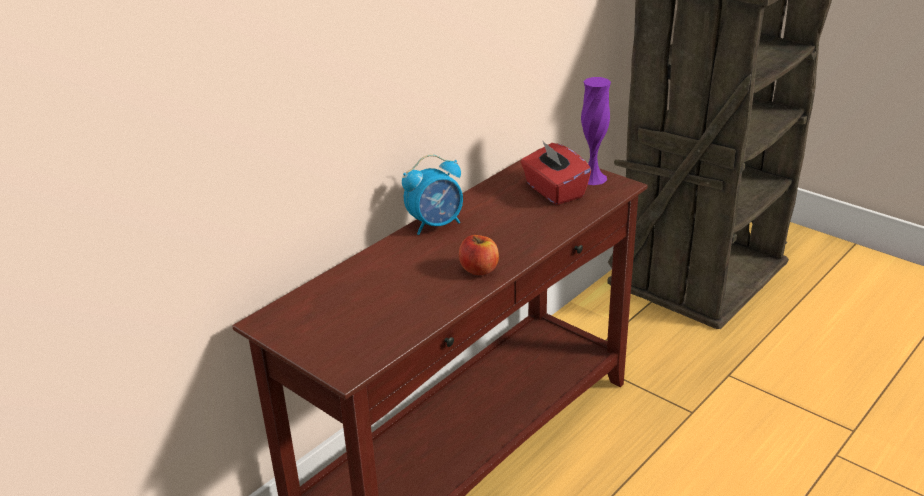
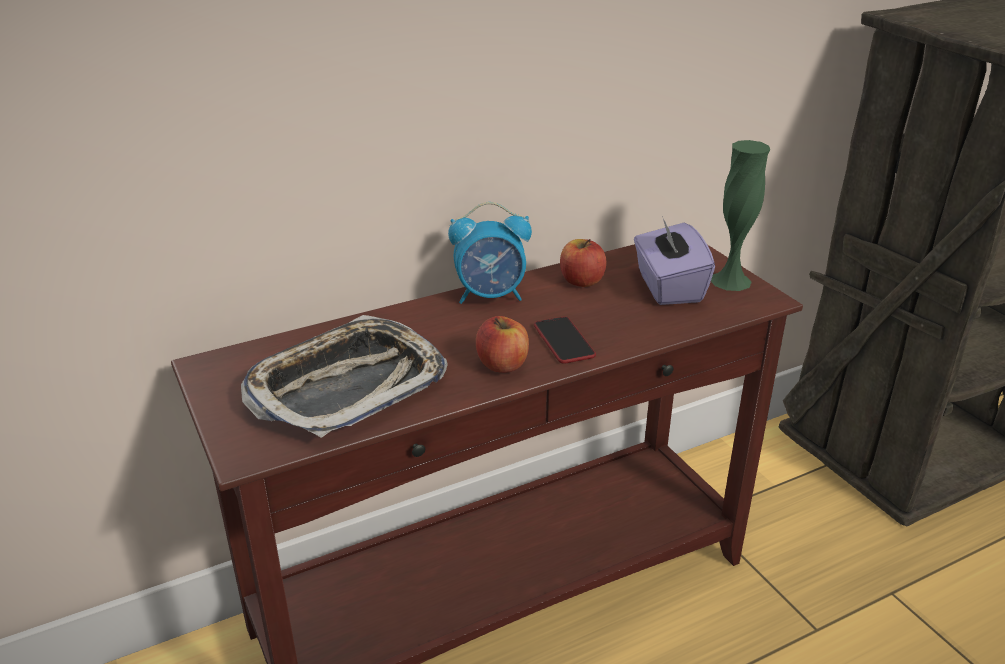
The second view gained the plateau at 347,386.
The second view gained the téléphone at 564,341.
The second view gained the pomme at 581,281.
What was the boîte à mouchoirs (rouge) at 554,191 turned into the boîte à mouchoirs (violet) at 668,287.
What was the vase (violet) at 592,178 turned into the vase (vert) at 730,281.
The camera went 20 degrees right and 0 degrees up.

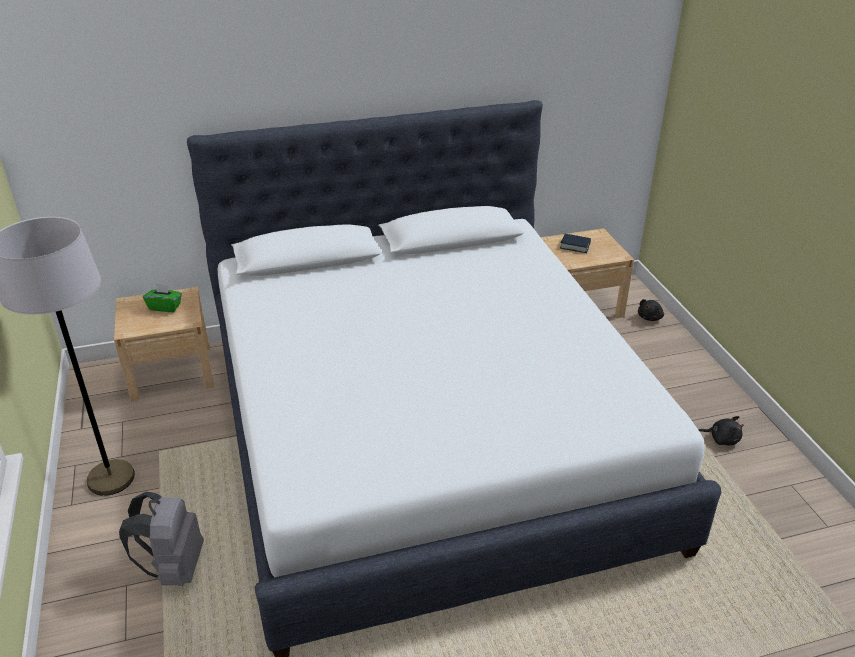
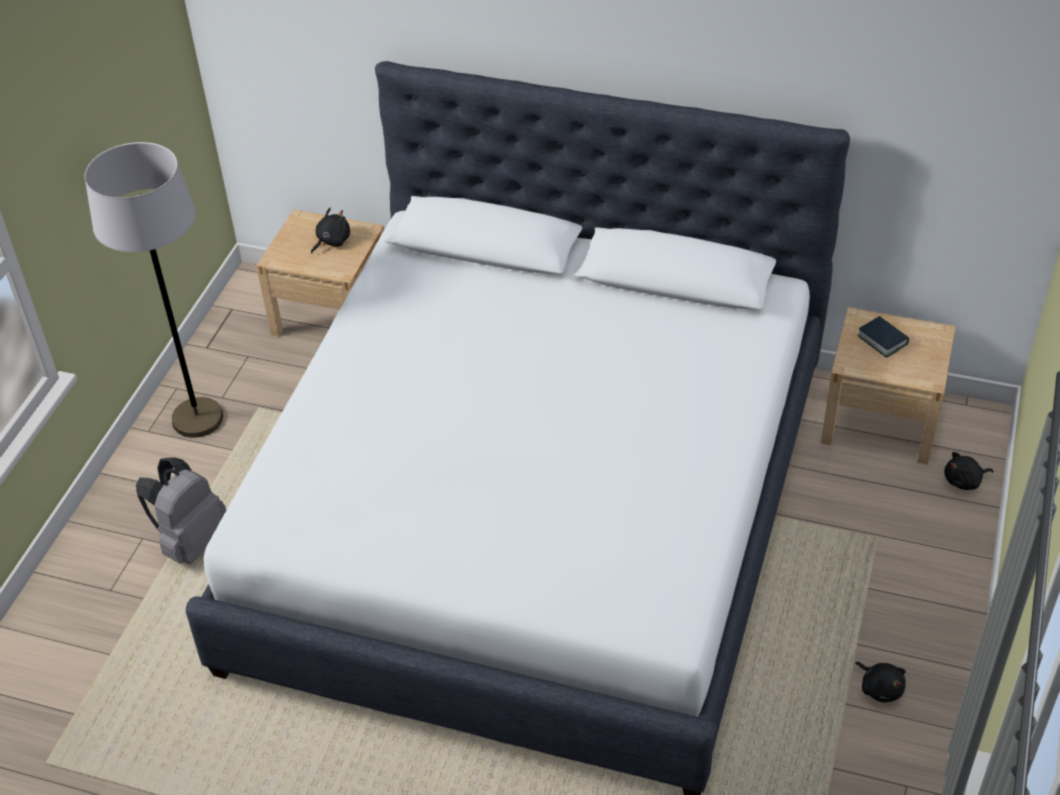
Where the boîte à mouchoirs (vert) stood at 165,307, the peluche (noir) came to stand at 332,241.
The camera went 35 degrees right and 10 degrees up.

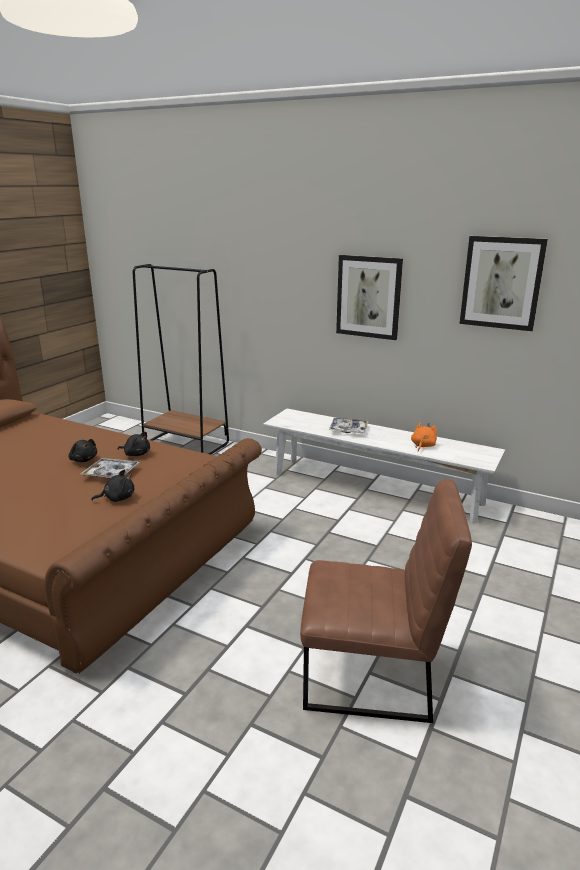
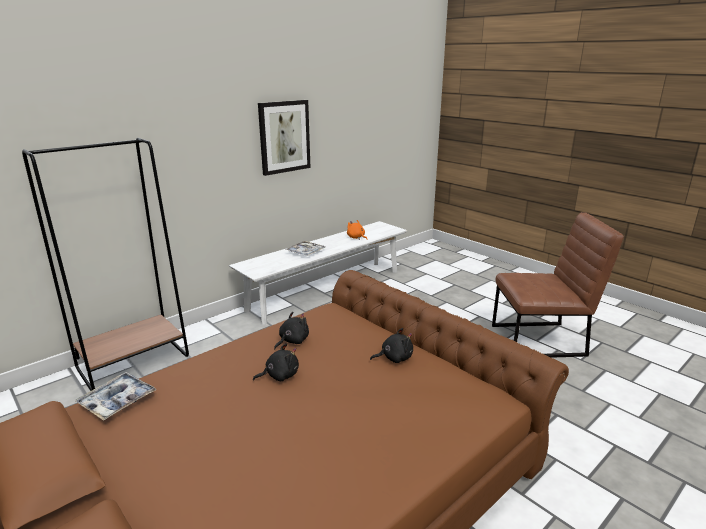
The plateau ended up elsewhere, having gone from 111,474 to 117,401.
The peluche (noir) at 117,498 ended up facing another way, 75 degrees clockwise from before.
The chaise (marron) at 372,677 ended up facing another way, 60 degrees clockwise from before.
The second view lost the tableau at 501,283.
The camera went 70 degrees left and 0 degrees up.

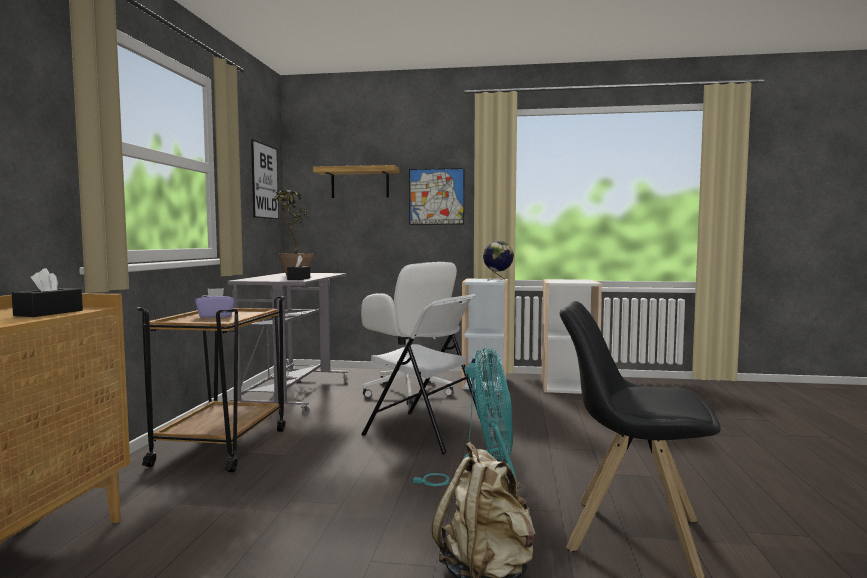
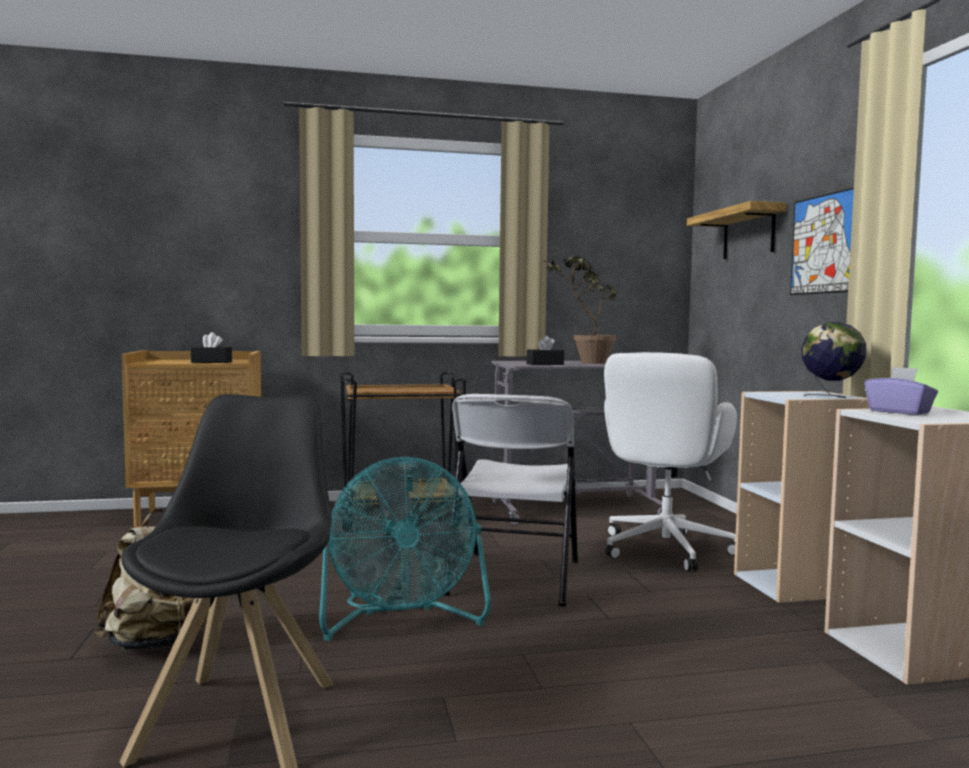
The boîte à mouchoirs (violet) ended up elsewhere, having gone from 216,316 to 899,412.
The second view lost the tableau at 265,181.
The camera went 70 degrees right and 0 degrees up.

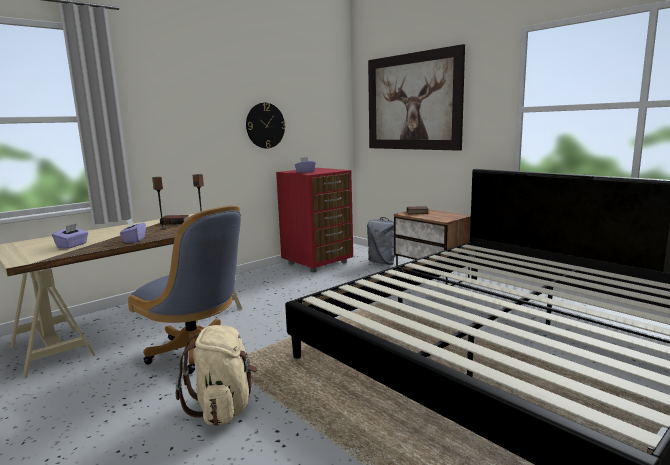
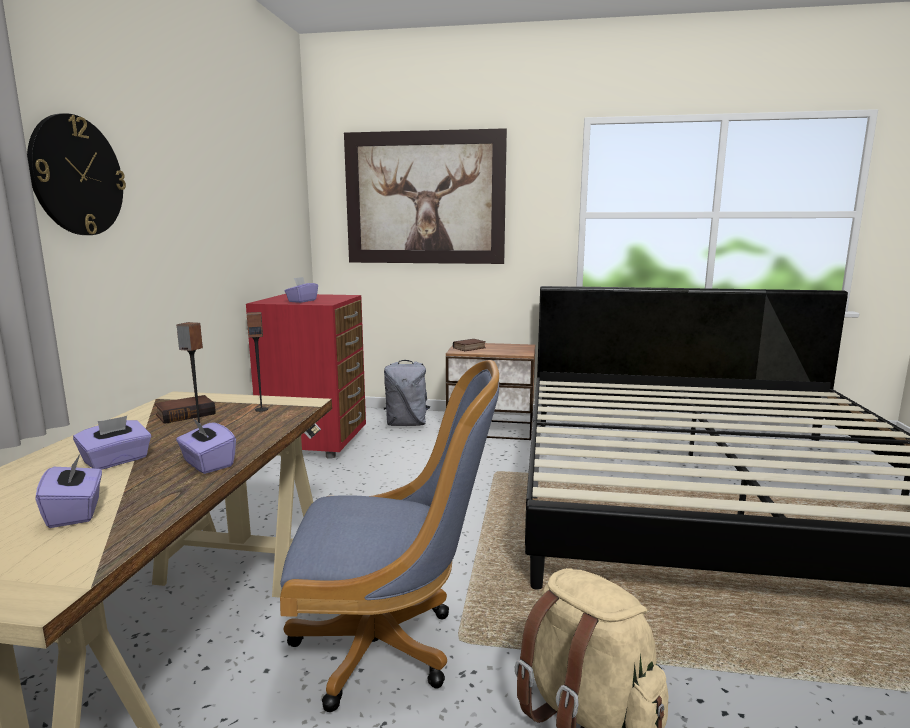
The horloge murale ended up elsewhere, having gone from 265,125 to 77,176.
The second view gained the boîte à mouchoirs (violet) at 116,461.
The camera went 40 degrees left and 0 degrees up.

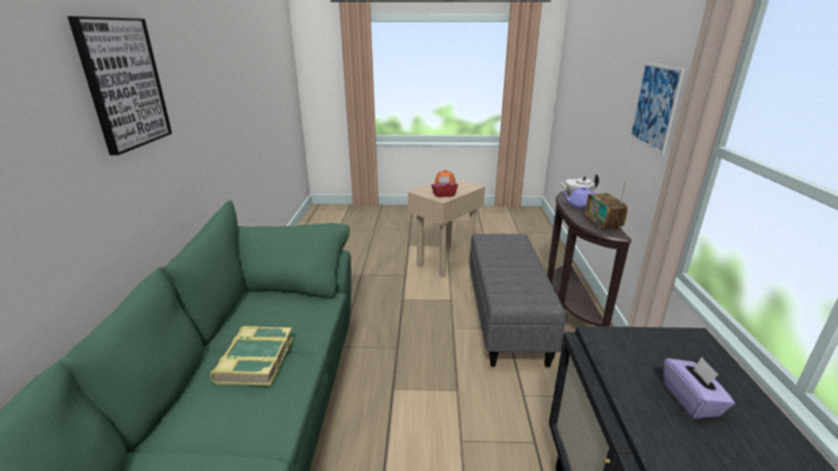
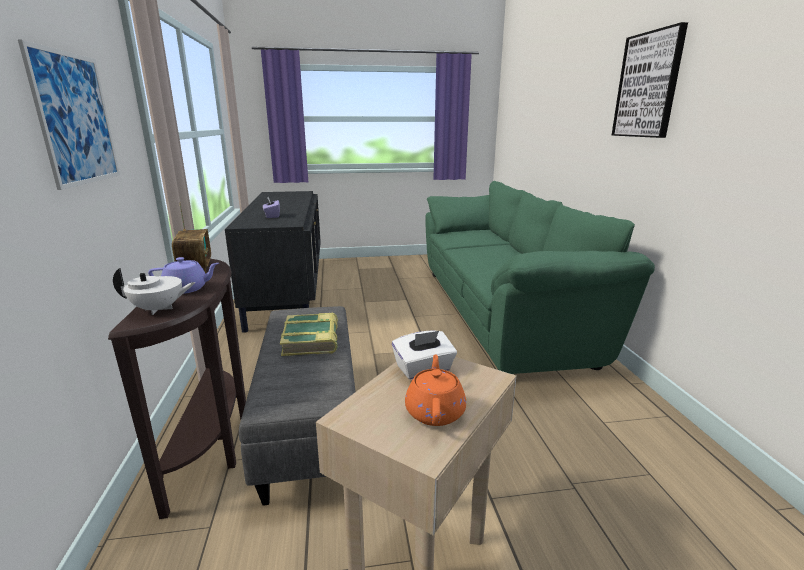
The livre ended up elsewhere, having gone from 255,360 to 311,340.
What was the boîte à mouchoirs (rouge) at 444,195 turned into the boîte à mouchoirs (blanc) at 424,369.
The camera went 170 degrees right and 5 degrees down.

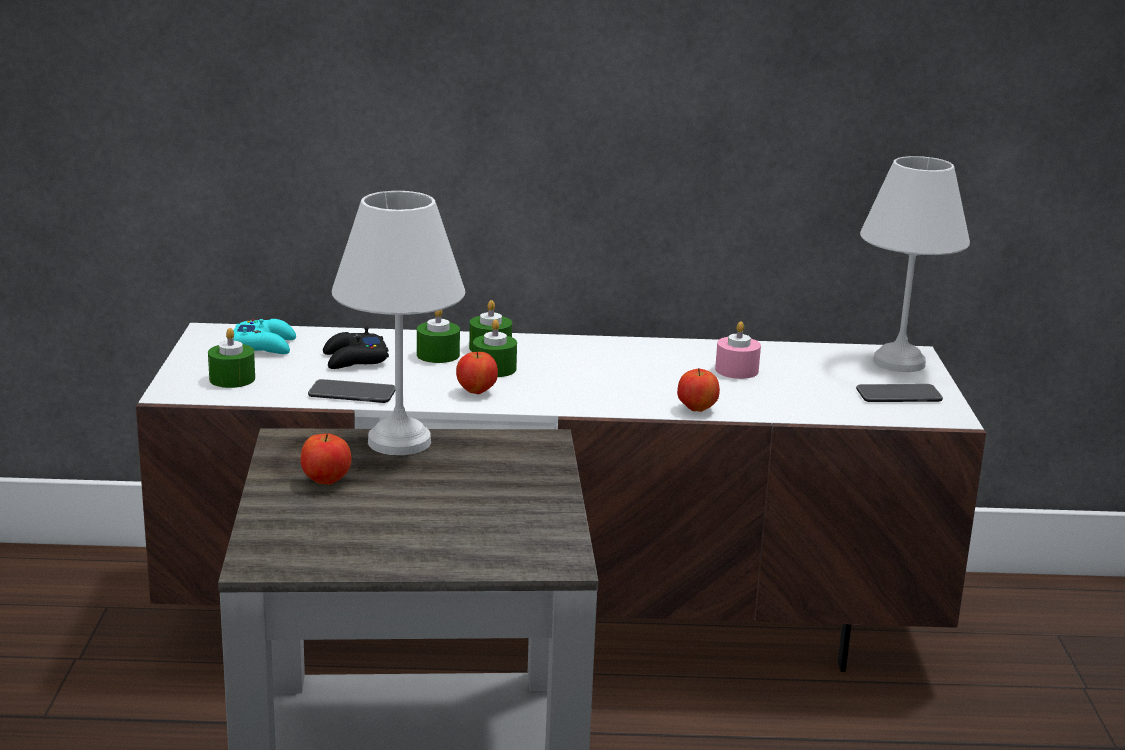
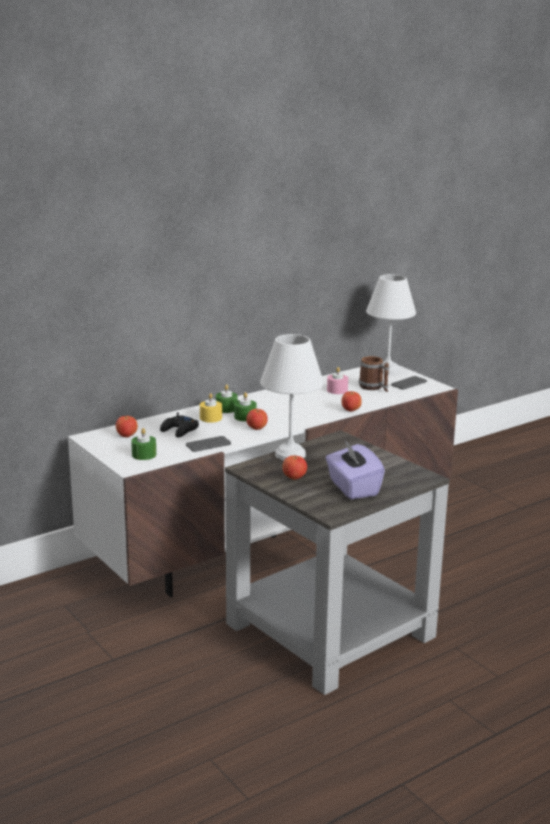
Where the manette (turquoise) stood at 264,345, the pomme came to stand at 127,436.
What was the bougie (vert) at 438,355 turned into the bougie (jaune) at 211,418.
The second view gained the boîte à mouchoirs (violet) at 353,488.
The second view gained the mug at 374,388.
The camera went 35 degrees left and 0 degrees up.

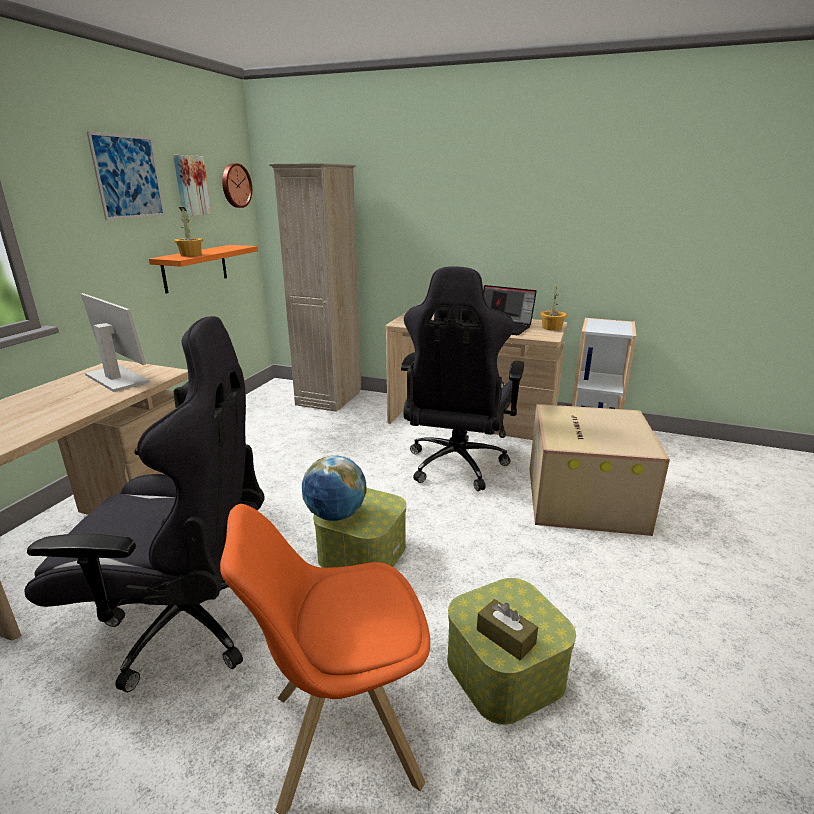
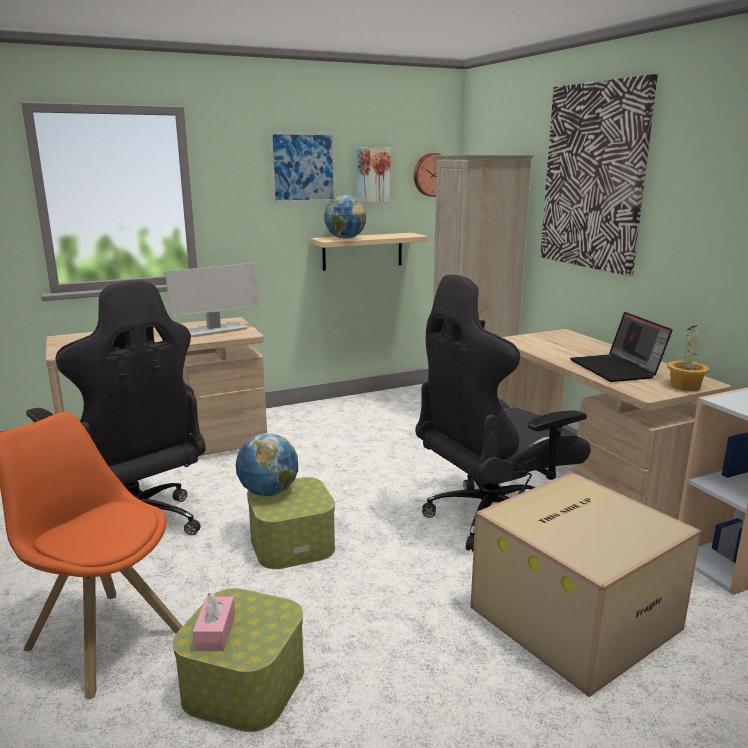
The écran d'ordinateur at 117,379 ended up facing another way, 60 degrees clockwise from before.
What was the boîte à mouchoirs (marron) at 505,637 turned into the boîte à mouchoirs (rose) at 215,632.
What was the étagère (orange) at 195,268 turned into the étagère (beige) at 362,251.
Where the plante en pot stood at 190,255, the globe came to stand at 345,238.
The second view gained the tableau at 594,177.
The camera went 45 degrees right and 5 degrees down.

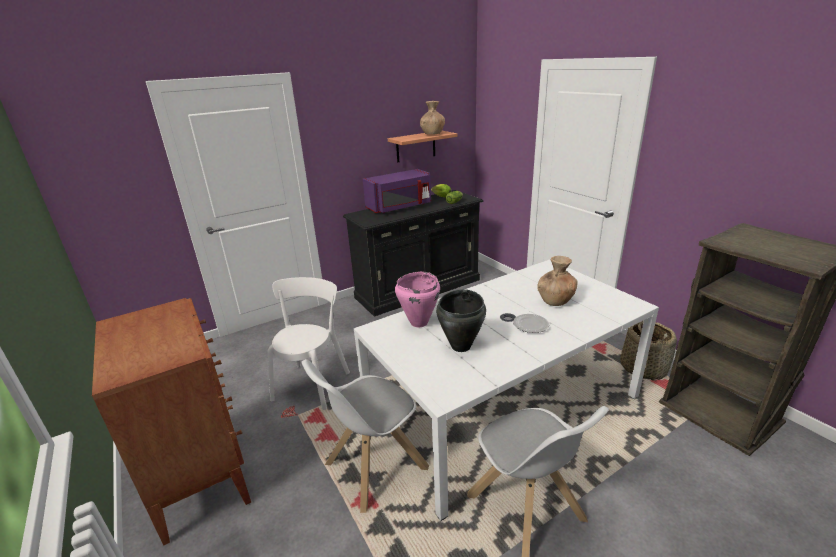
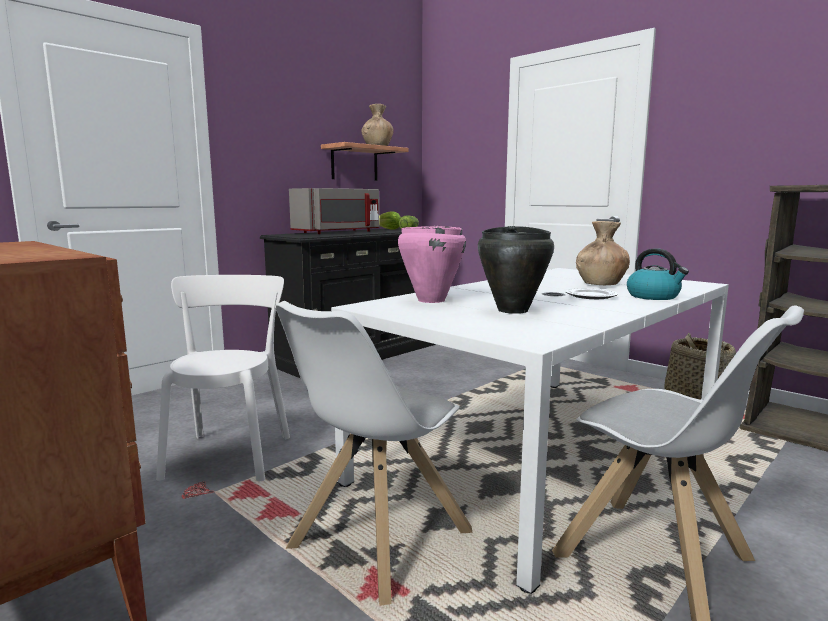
What was the micro-ondes (violet) at 400,207 turned into the micro-ondes (gris) at 338,232.
The second view gained the bouilloire at 654,296.
The camera went 15 degrees left and 15 degrees down.

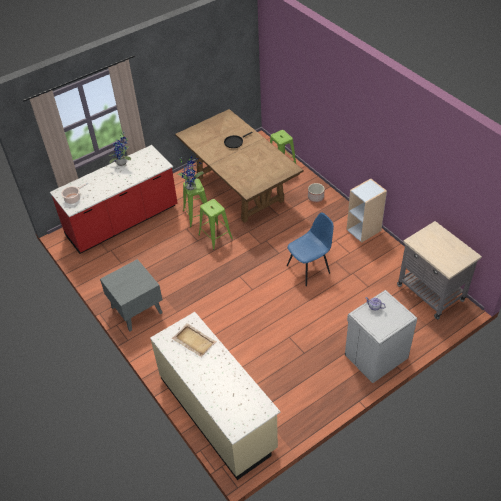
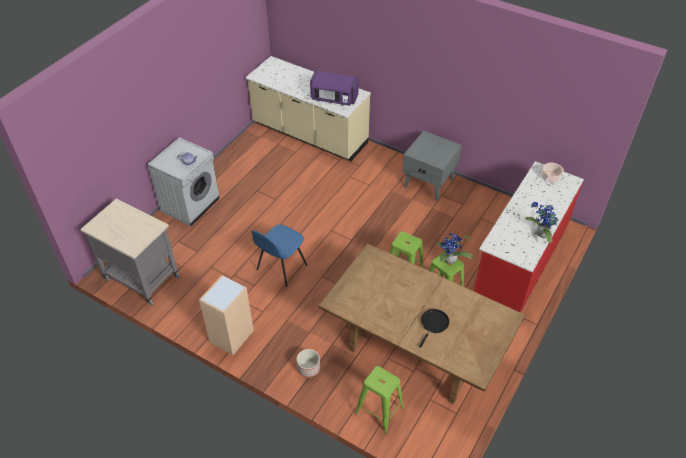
Where the plateau (beige) stood at 194,340, the micro-ondes (violet) came to stand at 333,98.
The camera went 155 degrees right and 0 degrees up.

